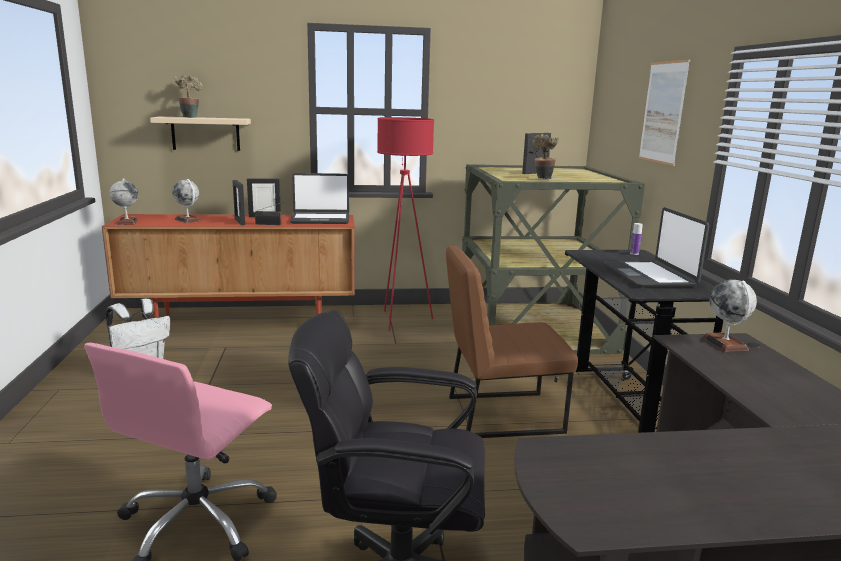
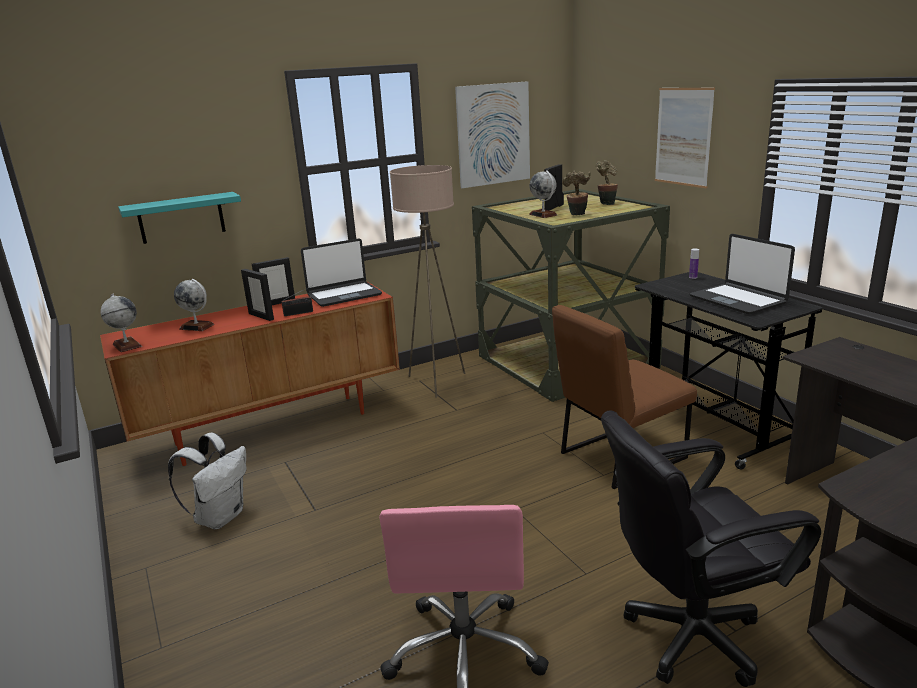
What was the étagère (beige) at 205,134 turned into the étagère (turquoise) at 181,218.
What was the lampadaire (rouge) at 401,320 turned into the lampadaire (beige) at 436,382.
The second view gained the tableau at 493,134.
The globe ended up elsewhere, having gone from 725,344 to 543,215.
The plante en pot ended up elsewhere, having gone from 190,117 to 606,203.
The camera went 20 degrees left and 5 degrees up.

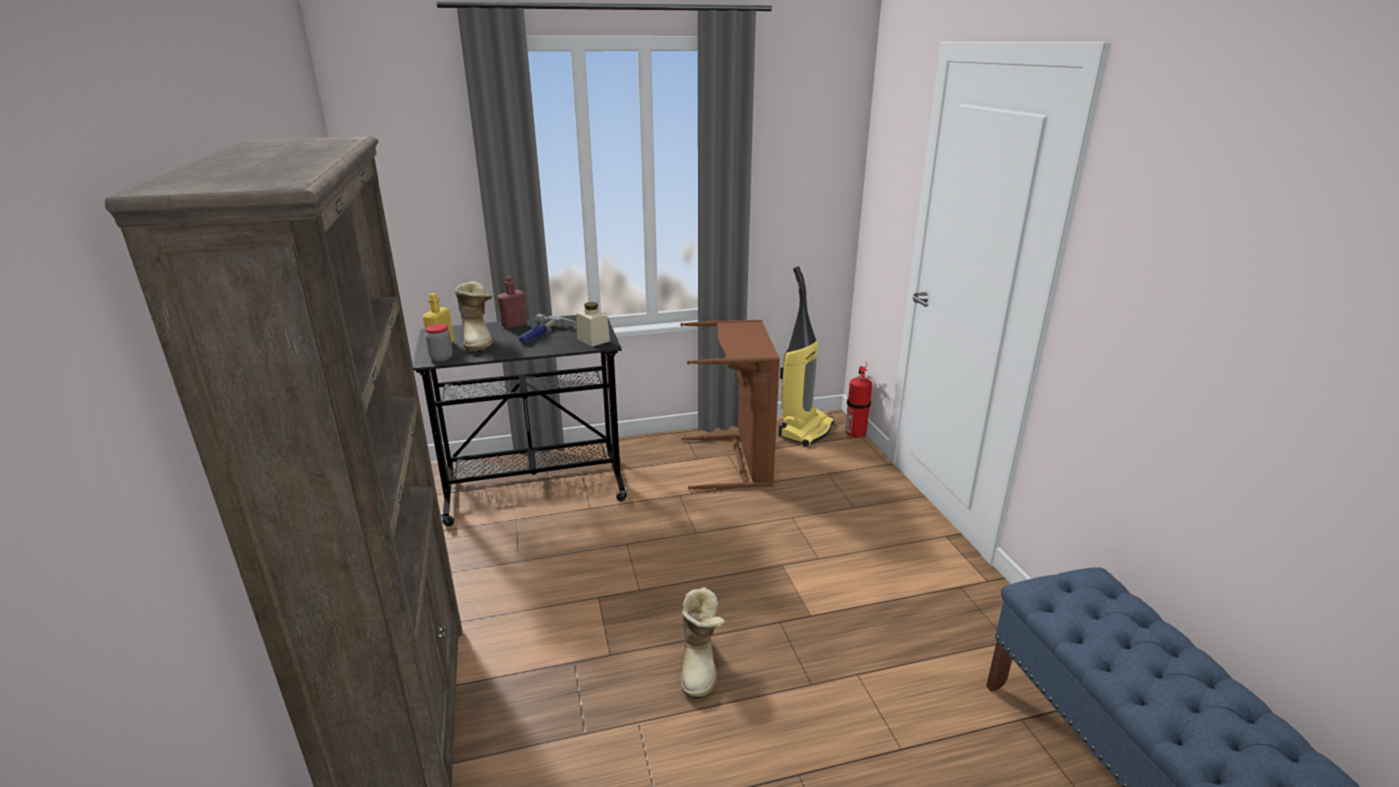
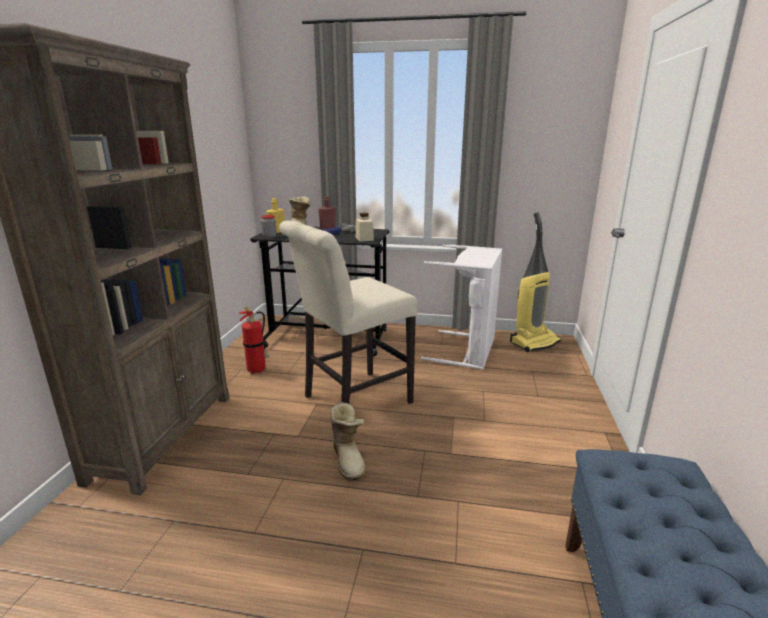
The extincteur ended up elsewhere, having gone from 855,433 to 258,370.
The second view gained the tabouret (beige) at 352,401.
The botte at 700,665 ended up facing another way, 45 degrees counterclockwise from before.
What was the panier à linge (marron) at 738,462 turned into the panier à linge (blanc) at 468,351.
The camera went 25 degrees right and 5 degrees down.

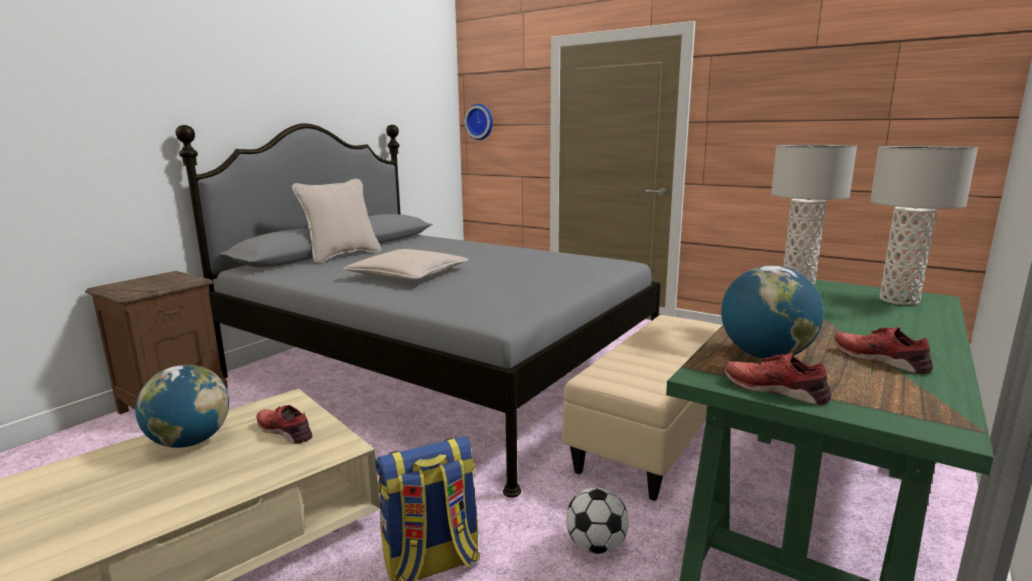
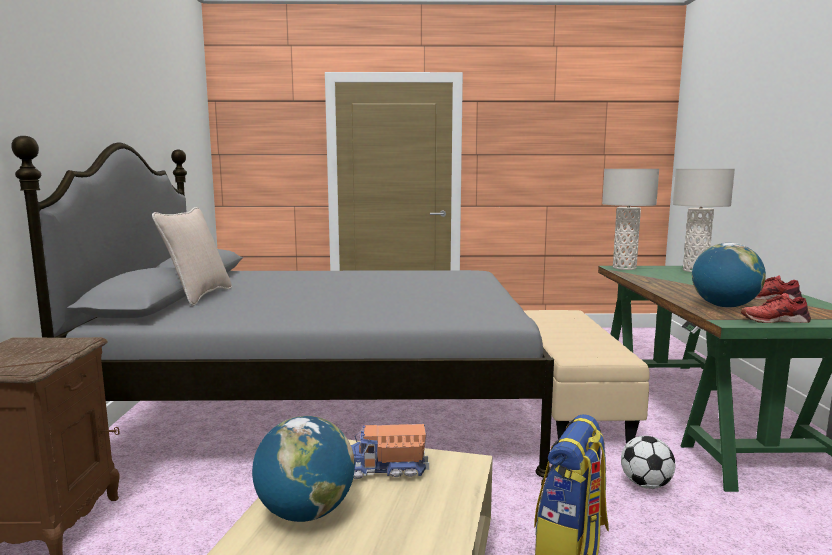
Where the chaussure (rouge) stood at 285,431, the camion jouet came to stand at 385,470.
The second view lost the coussin (beige) at 408,274.
The second view lost the horloge murale at 480,122.
The camera went 35 degrees left and 5 degrees down.

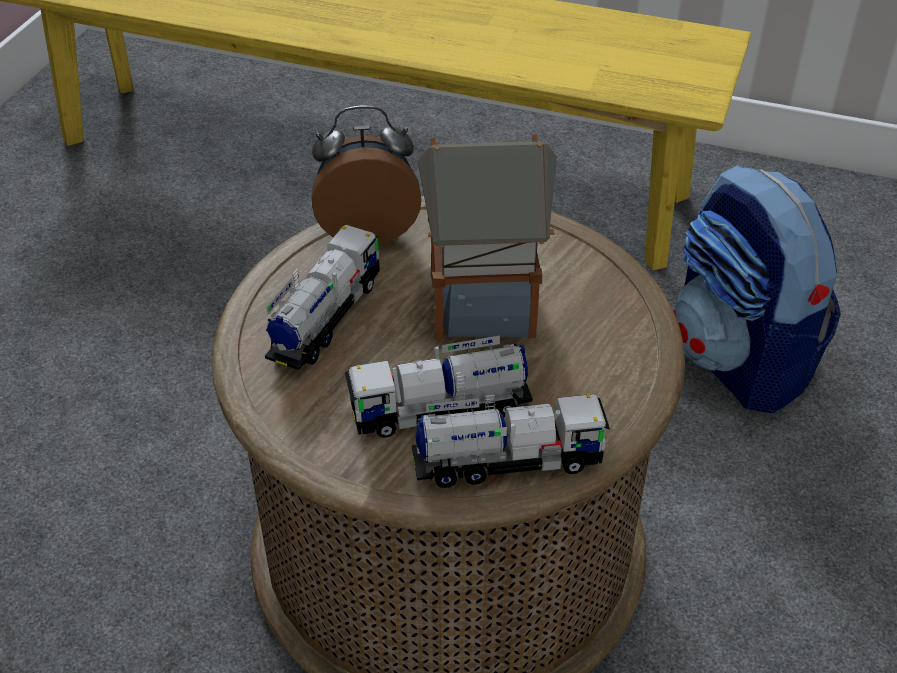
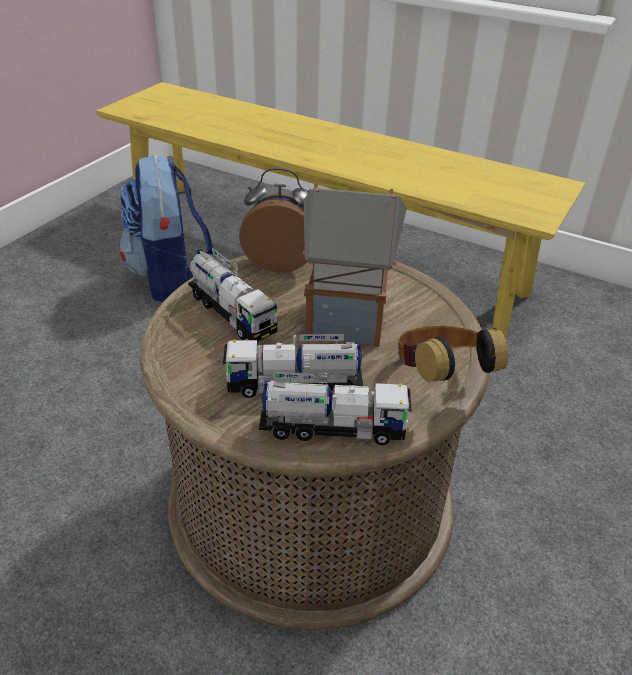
The sac à dos ended up elsewhere, having gone from 739,360 to 171,278.
The camion jouet at 325,318 ended up facing another way, 105 degrees clockwise from before.
The second view gained the casque audio at 440,377.
The camera went 10 degrees right and 5 degrees down.

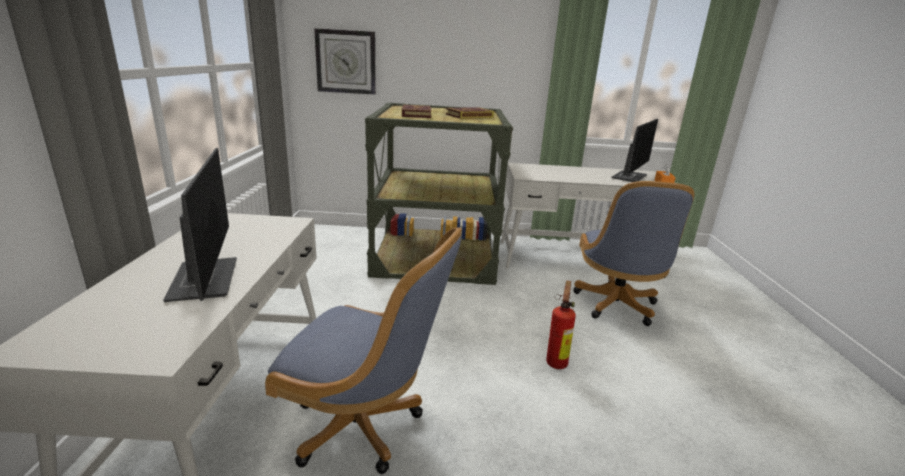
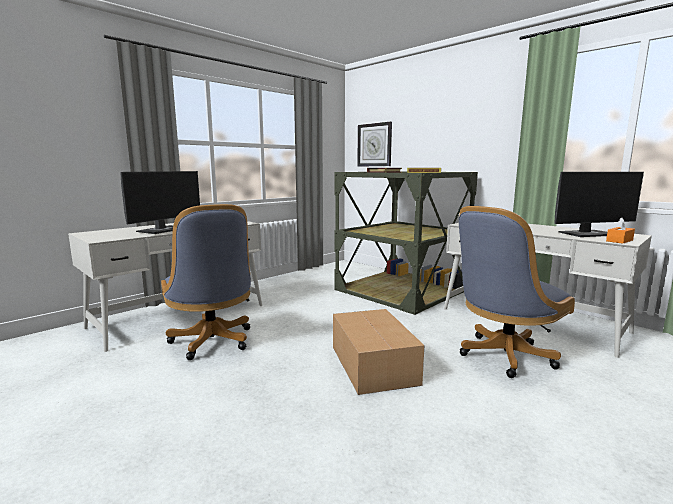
Where the extincteur stood at 557,362, the carton came to stand at 373,364.
The camera went 45 degrees right and 10 degrees down.

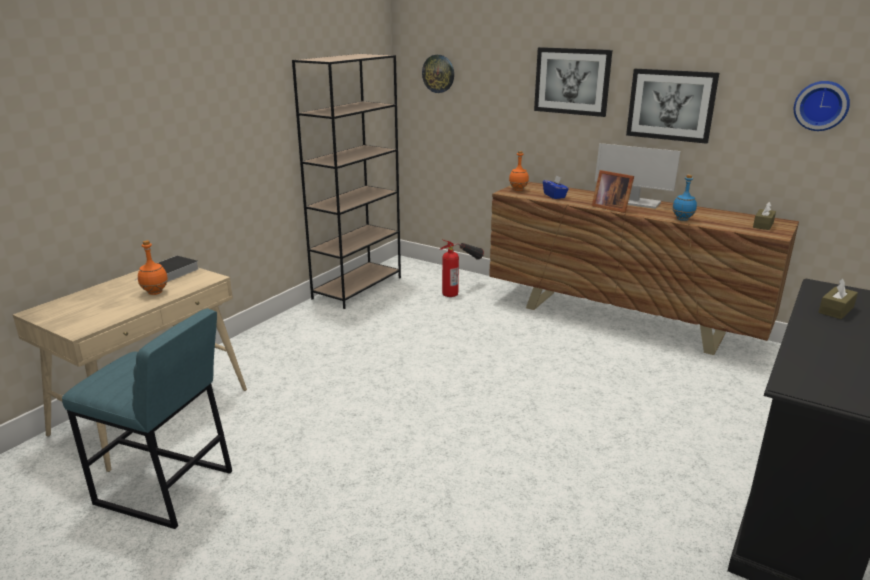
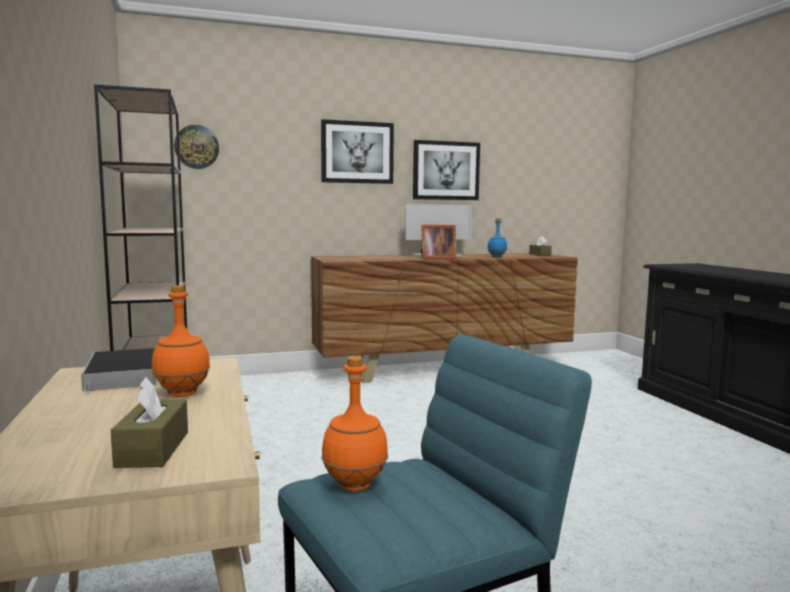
The boîte à mouchoirs (marron) ended up elsewhere, having gone from 836,310 to 153,449.
The bouteille (orange) ended up elsewhere, having gone from 518,190 to 354,486.
The second view lost the extincteur at 460,290.
The second view lost the boîte à mouchoirs (bleu) at 554,196.
The second view lost the horloge murale at 821,105.
The camera went 50 degrees left and 15 degrees down.

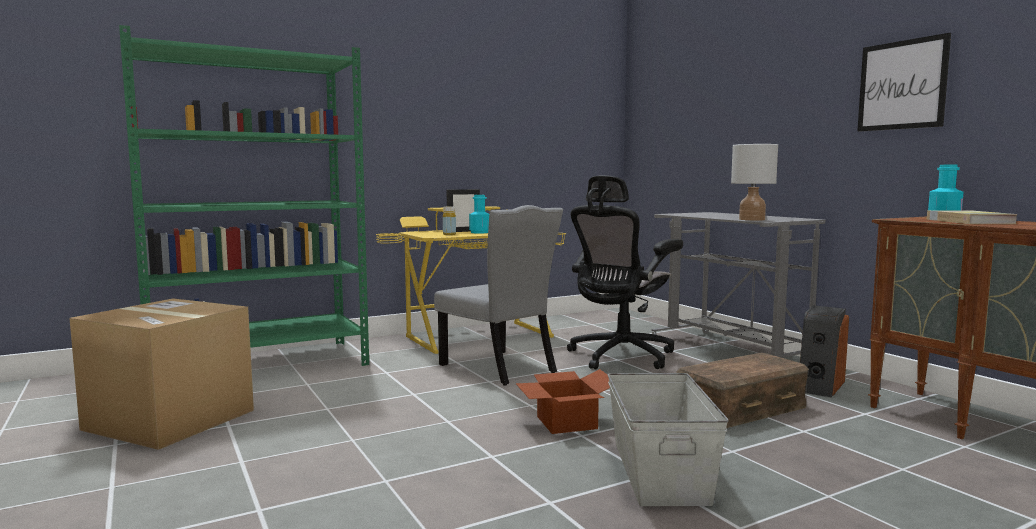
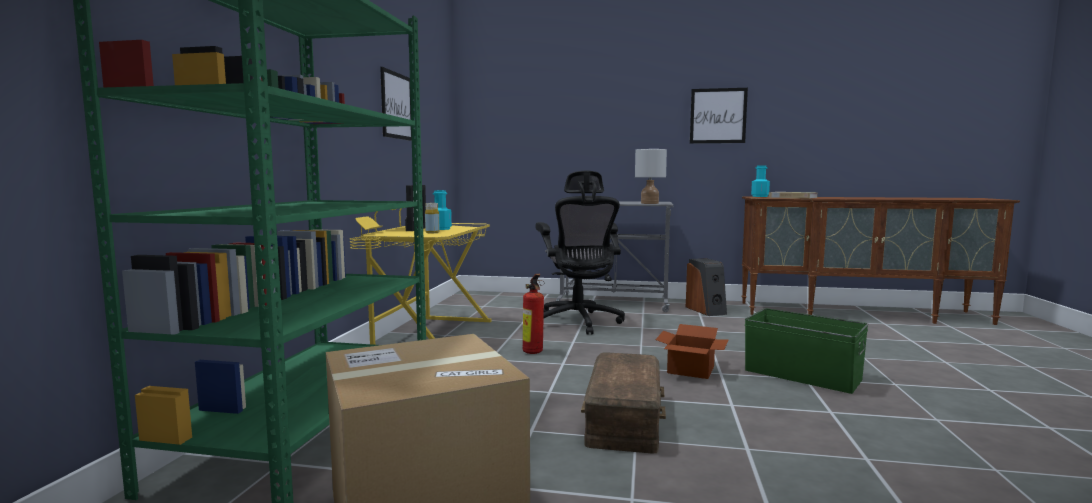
The second view gained the tableau at 396,106.
Where the chaise (gris) stood at 498,367, the extincteur came to stand at 533,352.
The boîte de rangement (marron) ended up elsewhere, having gone from 740,408 to 622,418.
What was the boîte de rangement (gris) at 660,470 turned into the boîte de rangement (vert) at 801,374.
The camera went 50 degrees left and 0 degrees up.

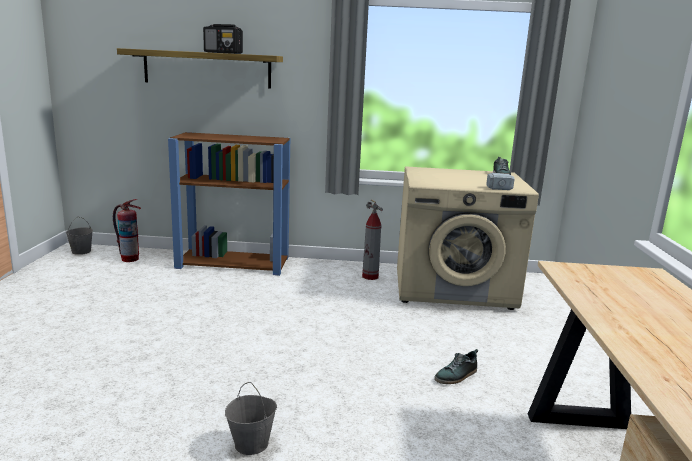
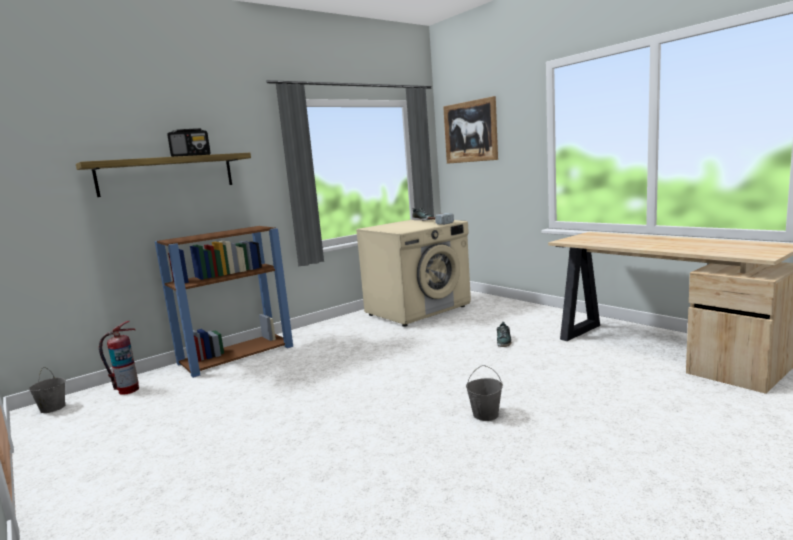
The second view gained the tableau at 470,132.
The second view lost the extincteur at 370,277.
The camera went 40 degrees left and 5 degrees down.

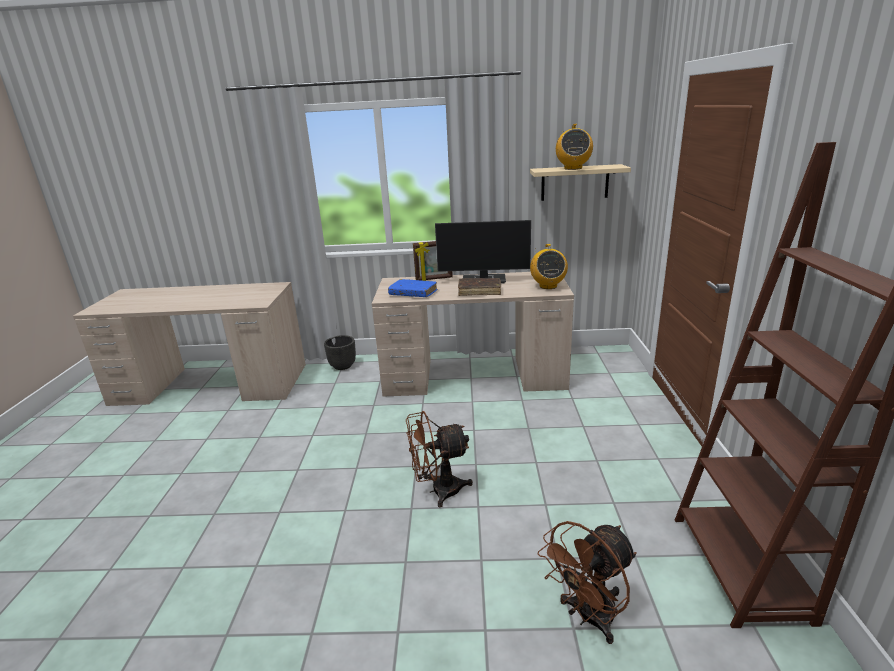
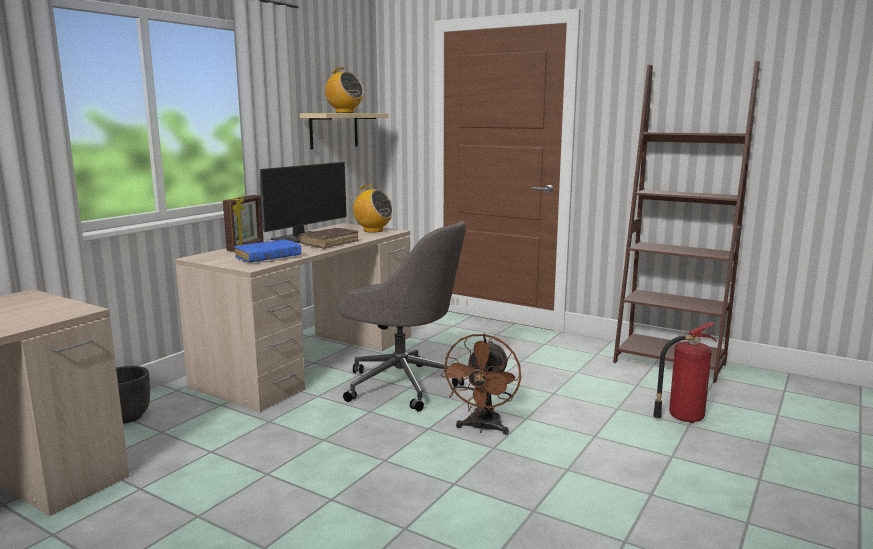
The second view gained the chaise de bureau (gris) at 402,386.
Where the ventilateur (marron) stood at 588,618, the extincteur came to stand at 683,417.
The camera went 60 degrees left and 10 degrees down.

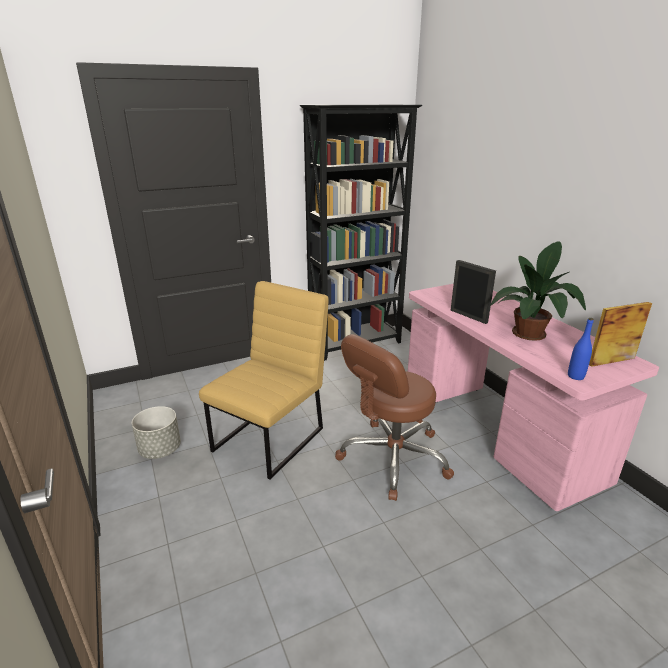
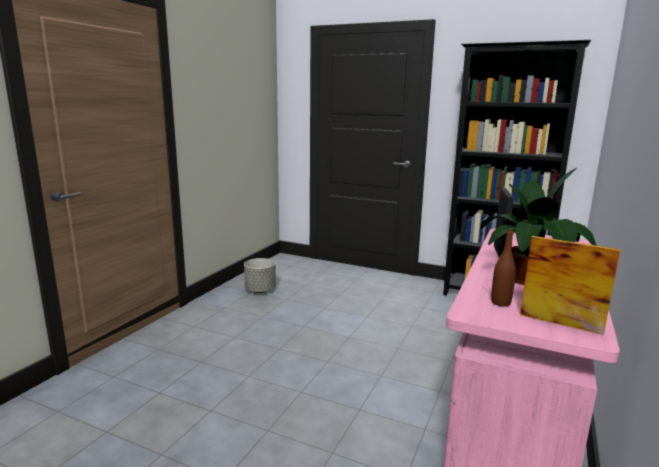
The second view gained the bouteille (marron) at 500,303.
The second view lost the chaise (jaune) at 271,437.
The second view lost the chaise de bureau (marron) at 390,460.
The second view lost the bouteille (bleu) at 575,376.
The camera went 50 degrees right and 10 degrees down.

